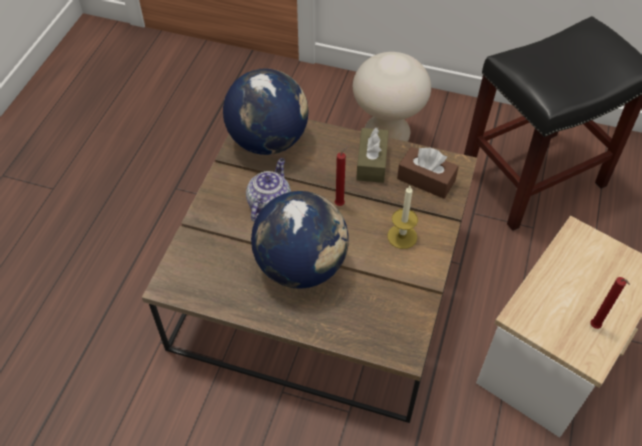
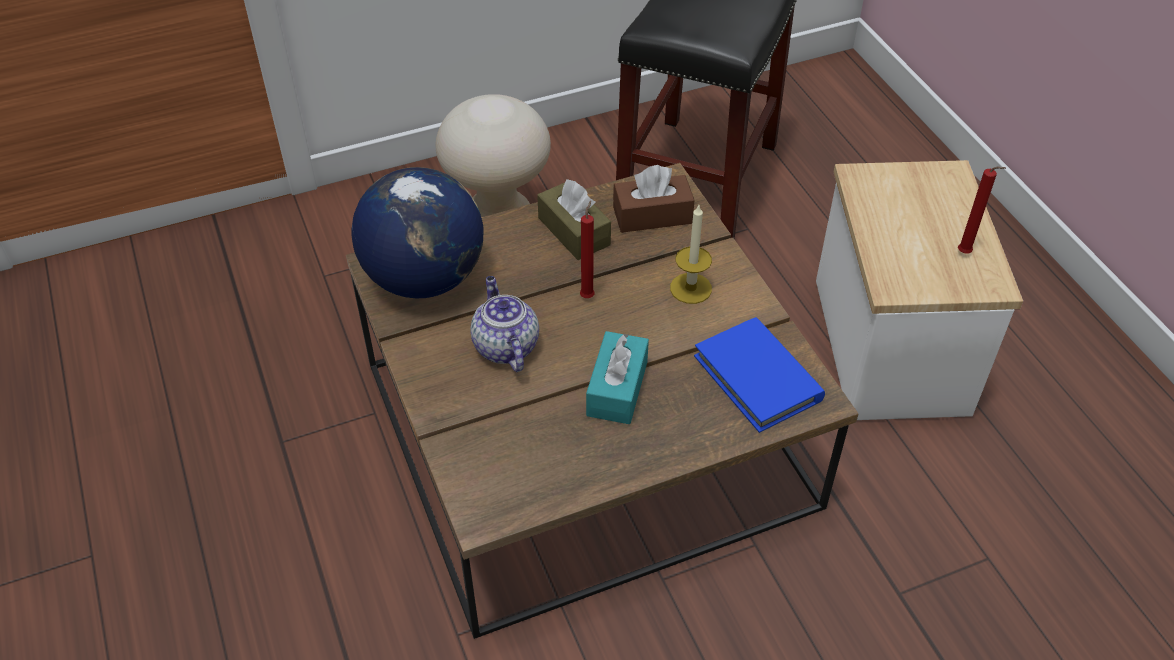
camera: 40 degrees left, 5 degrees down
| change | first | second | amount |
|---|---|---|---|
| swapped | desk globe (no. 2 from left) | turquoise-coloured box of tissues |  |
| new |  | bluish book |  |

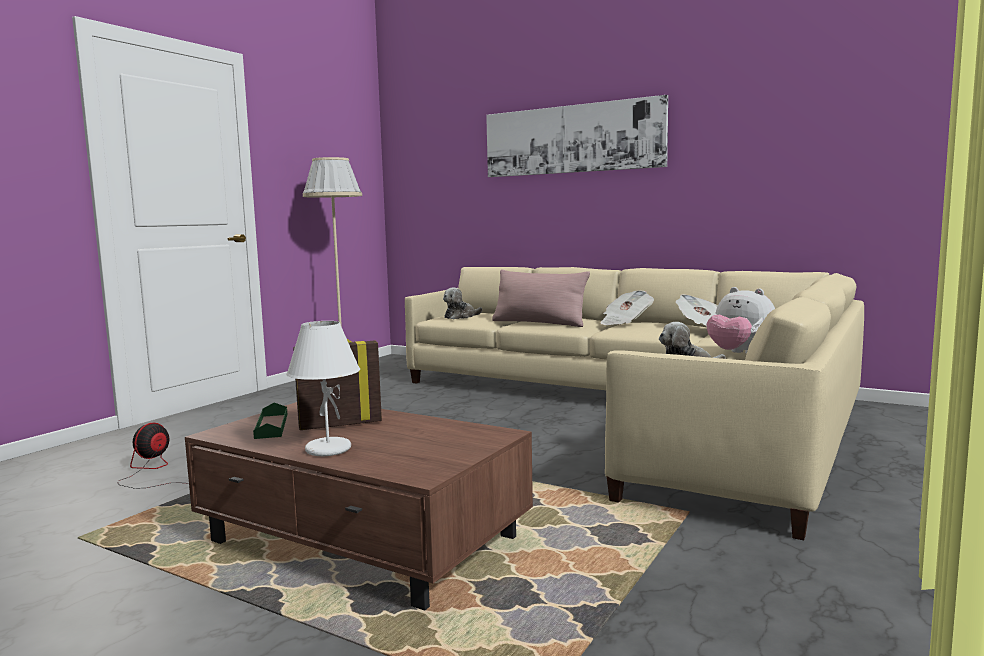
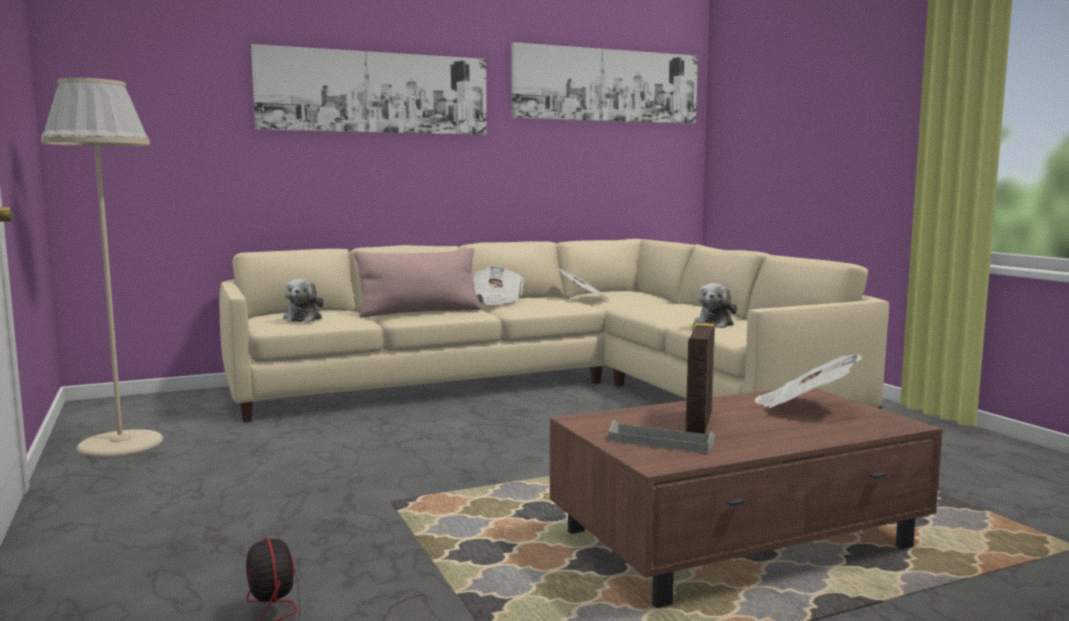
camera: 55 degrees left, 0 degrees up
| change | first | second | amount |
|---|---|---|---|
| new |  | wall art (no. 2 from left) |  |
| repainted | greenish carrying tray | grey carrying tray |  |
| new |  | daily paper (no. 3 from left) |  |
| gone | white lamp for a table |  |  |
| gone | plush toy (no. 3 from left) |  |  |

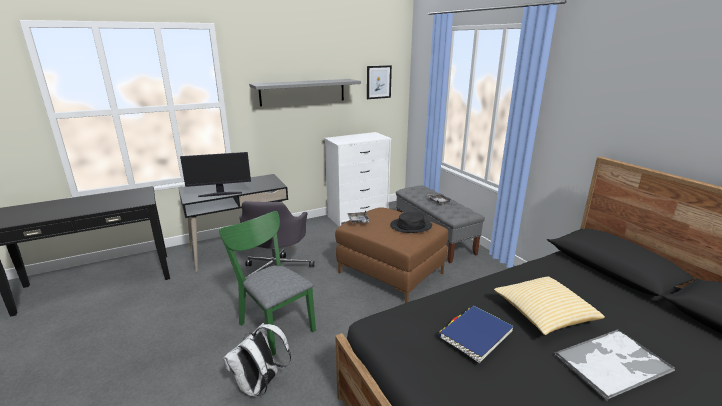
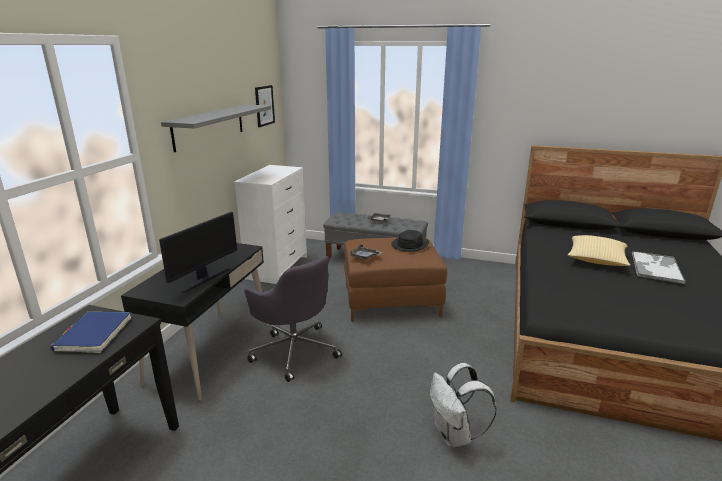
camera: 45 degrees left, 0 degrees up
| change | first | second | amount |
|---|---|---|---|
| shifted | bluish book |  |  |
| gone | greenish upright chair |  |  |

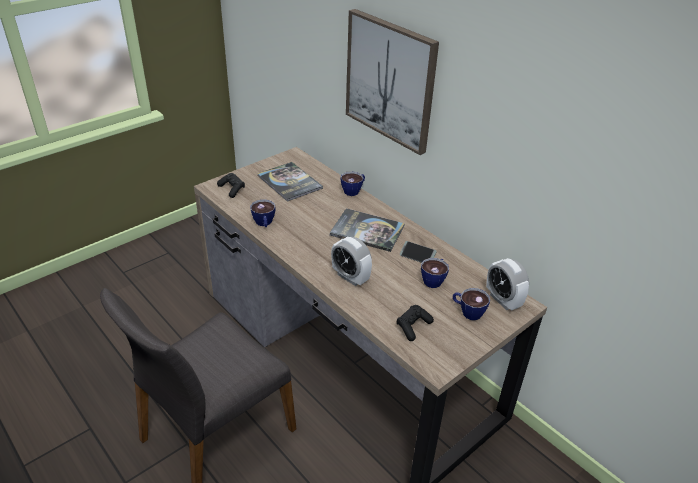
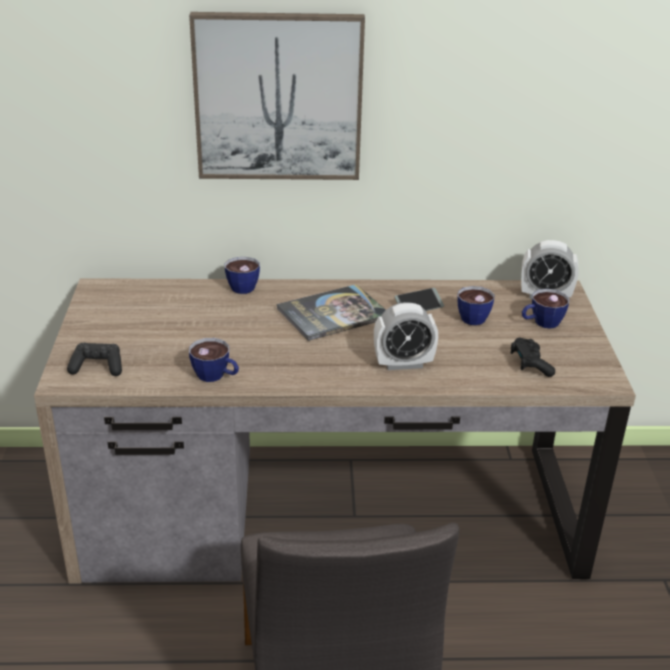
camera: 50 degrees left, 5 degrees down
| change | first | second | amount |
|---|---|---|---|
| gone | book (no. 1 from left) |  |  |

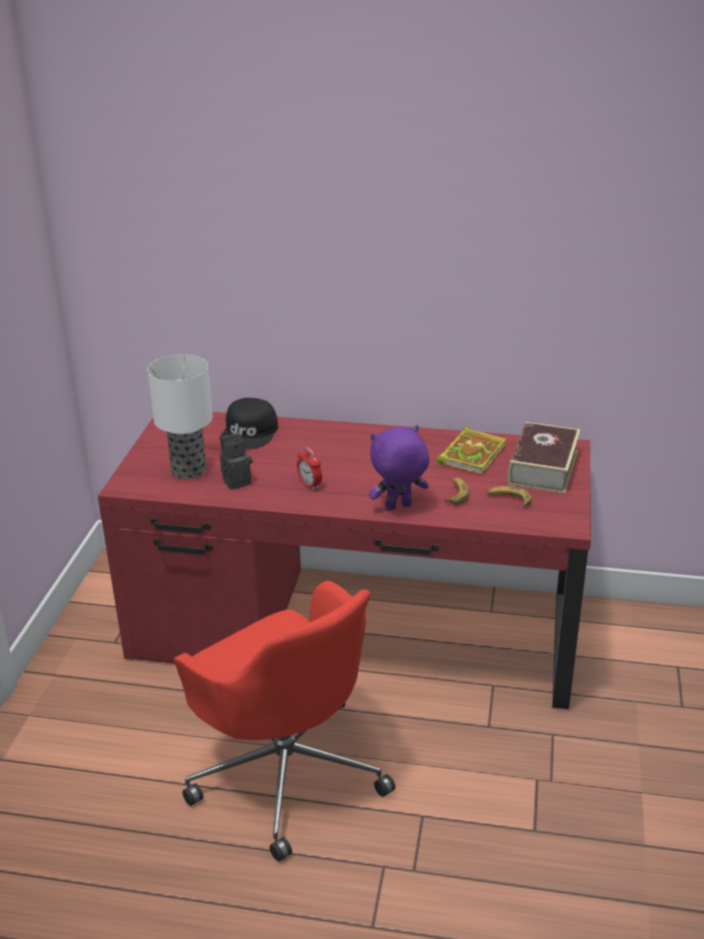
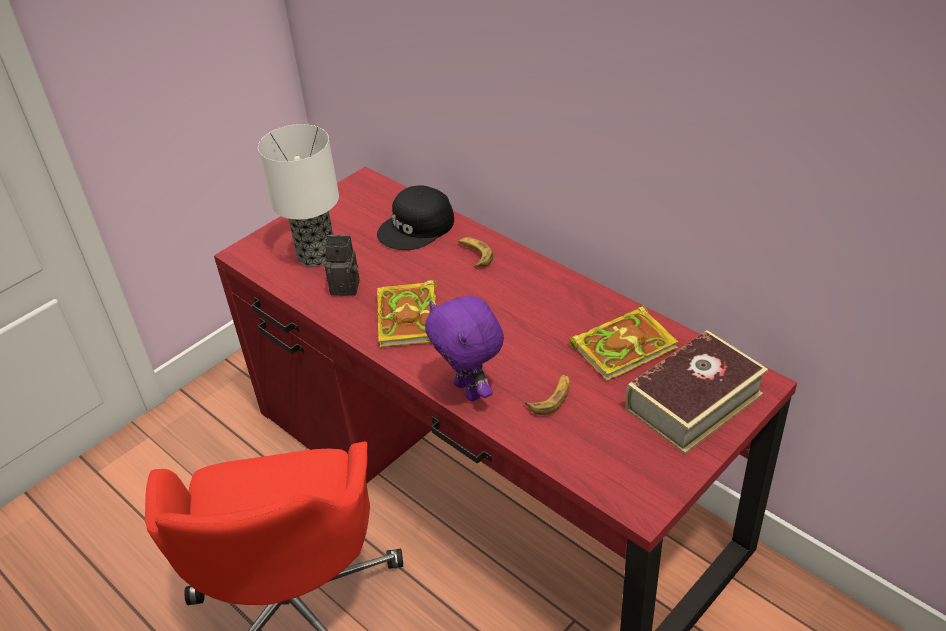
camera: 35 degrees right, 10 degrees up
| change | first | second | amount |
|---|---|---|---|
| swapped | alarm clock | book (no. 1 from left) |  |
| rotated | purple plush toy |  | 135 degrees counterclockwise |
| shifted | whole banana (no. 2 from left in the first image) | whole banana (no. 1 from left) |  |

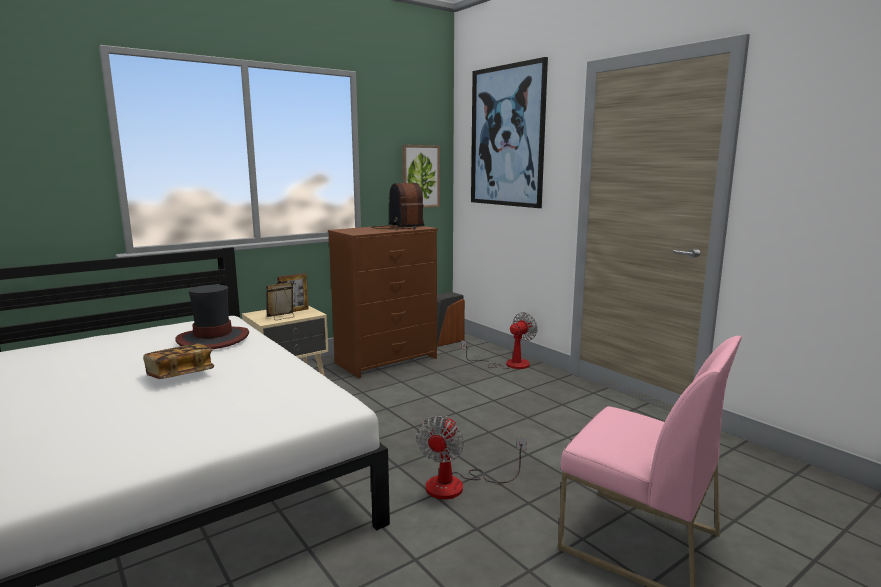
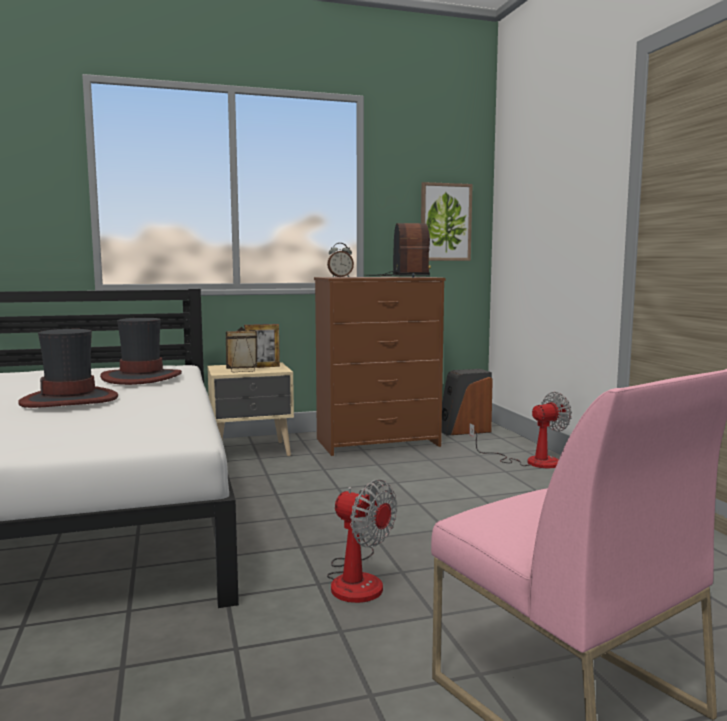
camera: 20 degrees right, 5 degrees down
| change | first | second | amount |
|---|---|---|---|
| swapped | book | hat (no. 1 from left) |  |
| new |  | alarm clock |  |
| rotated | cooling fan (no. 1 from left) |  | 90 degrees counterclockwise |
| gone | wall art (no. 2 from left) |  |  |

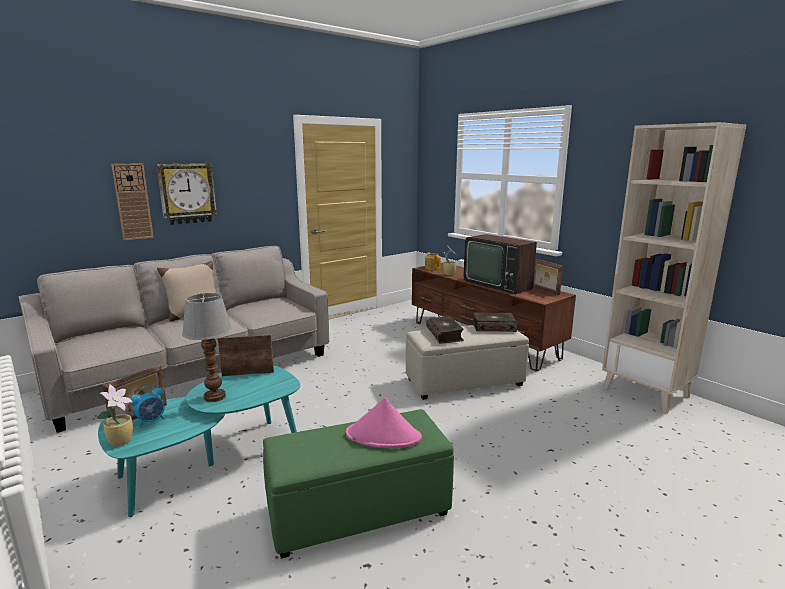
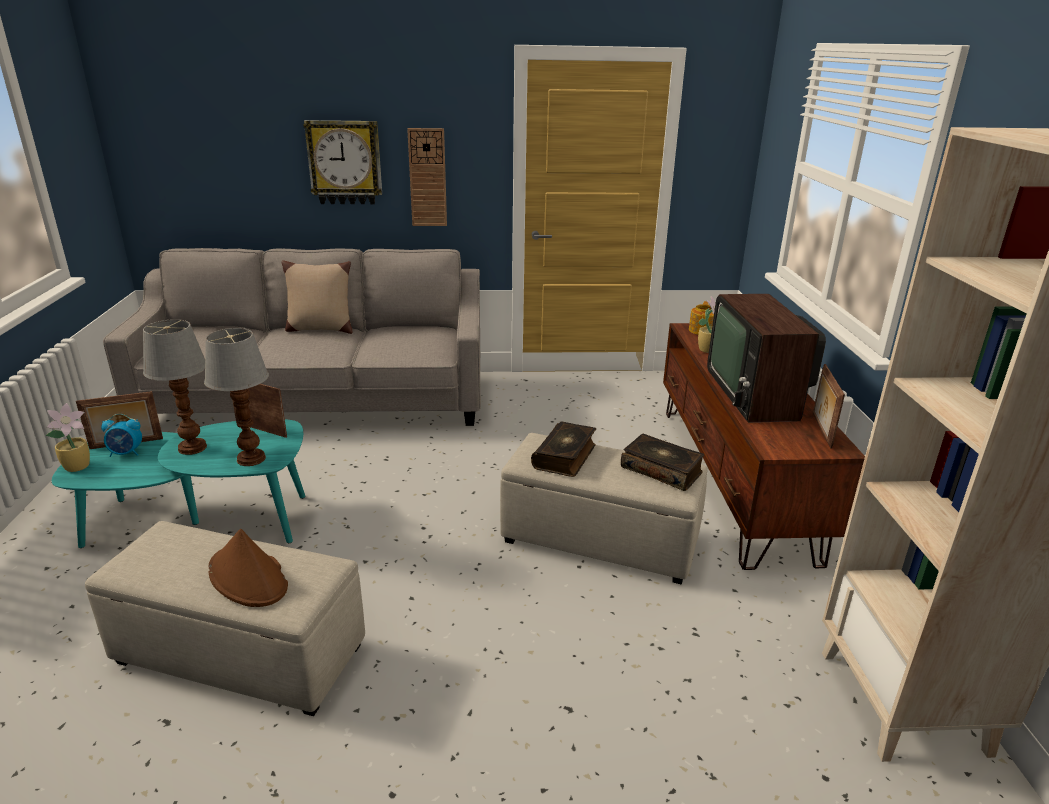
camera: 35 degrees right, 10 degrees up
| change | first | second | amount |
|---|---|---|---|
| repainted | greenish footrest | sand-coloured footrest (no. 1 from left) |  |
| new |  | lamp for a table (no. 2 from left) |  |
| repainted | pinkish hat | brownish hat |  |
| shifted | wall clock (no. 1 from left in the first image) | wall clock (no. 2 from left) |  |

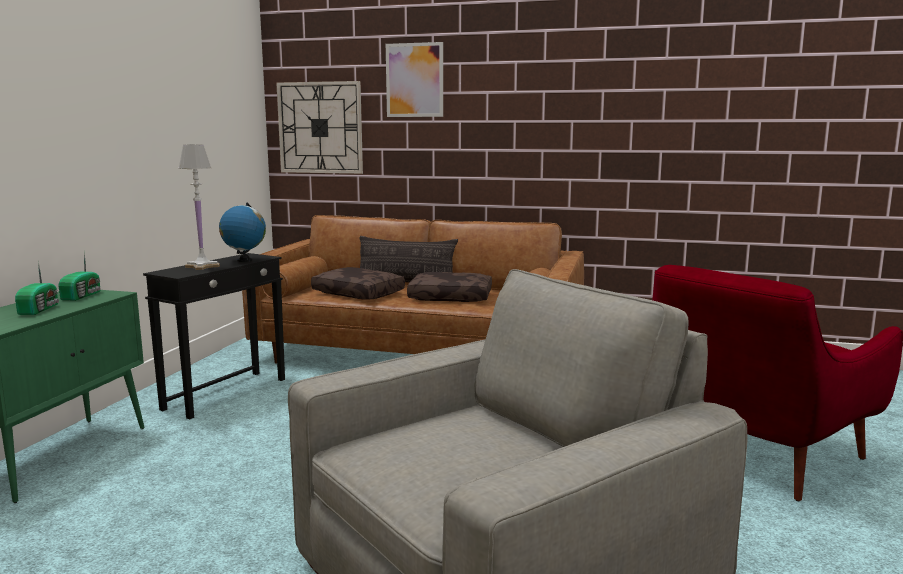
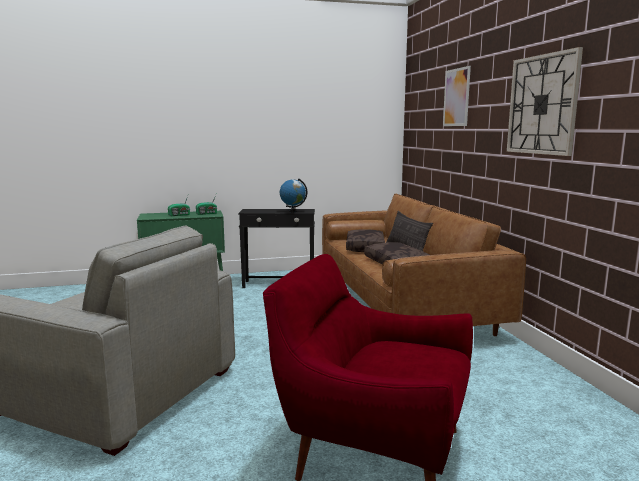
camera: 60 degrees right, 0 degrees up
| change | first | second | amount |
|---|---|---|---|
| shifted | wall clock |  |  |
| gone | white lamp for a table |  |  |

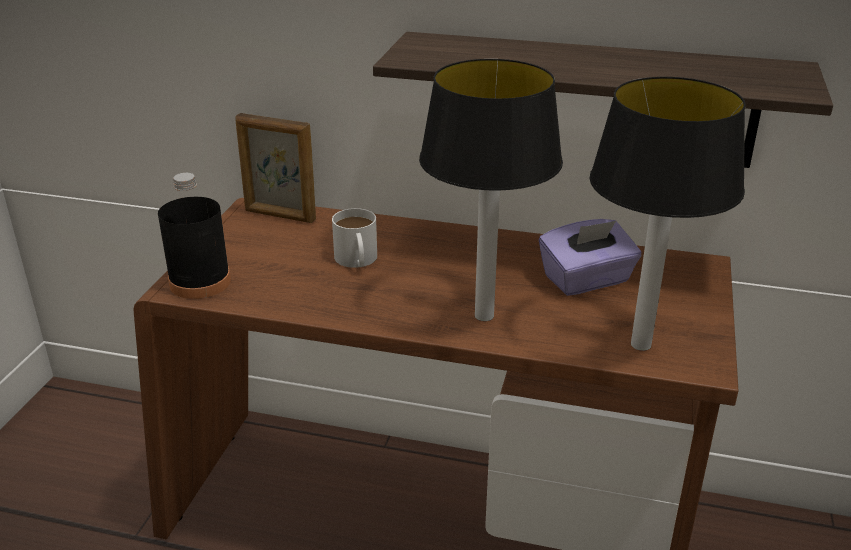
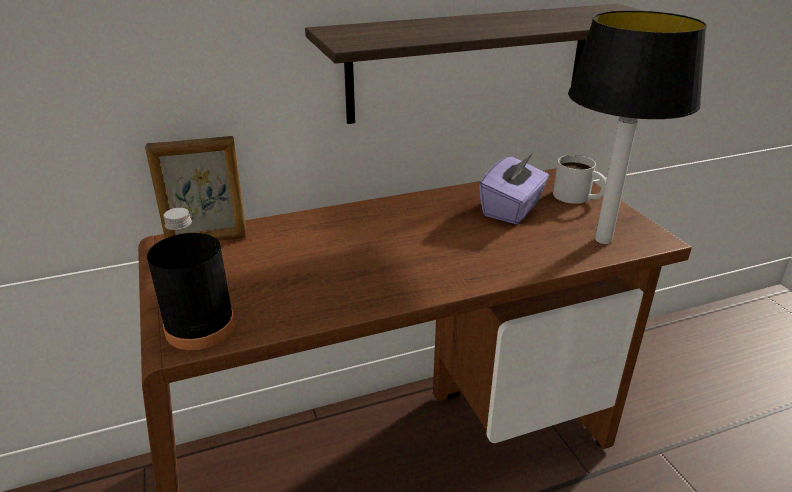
camera: 35 degrees left, 0 degrees up
| change | first | second | amount |
|---|---|---|---|
| shifted | white mug |  |  |
| gone | lamp for a table (no. 1 from left) |  |  |

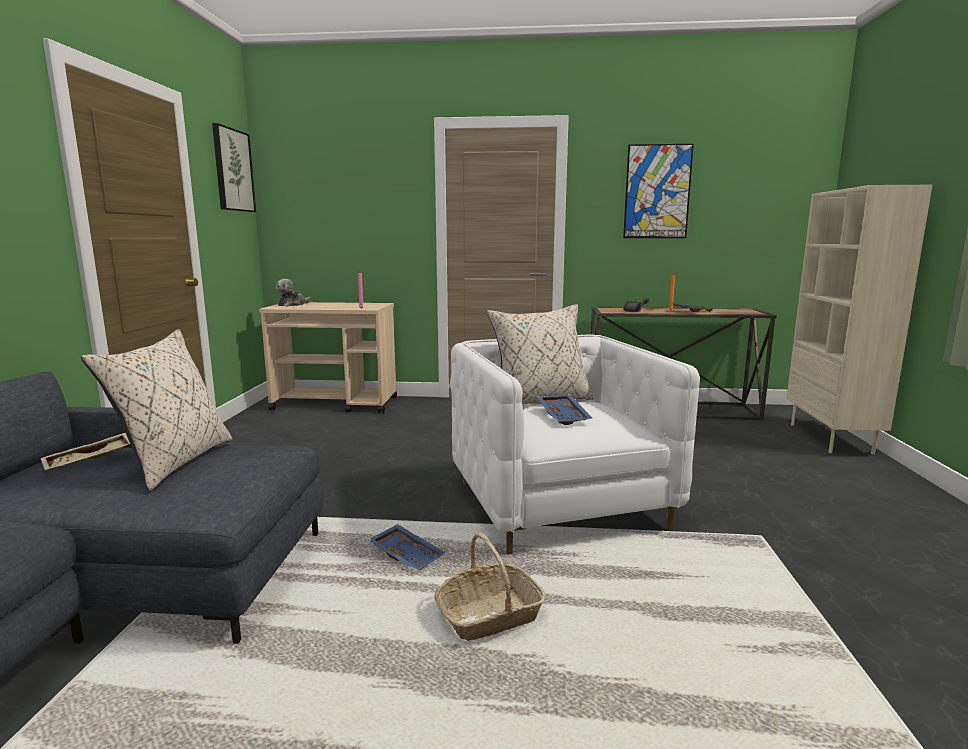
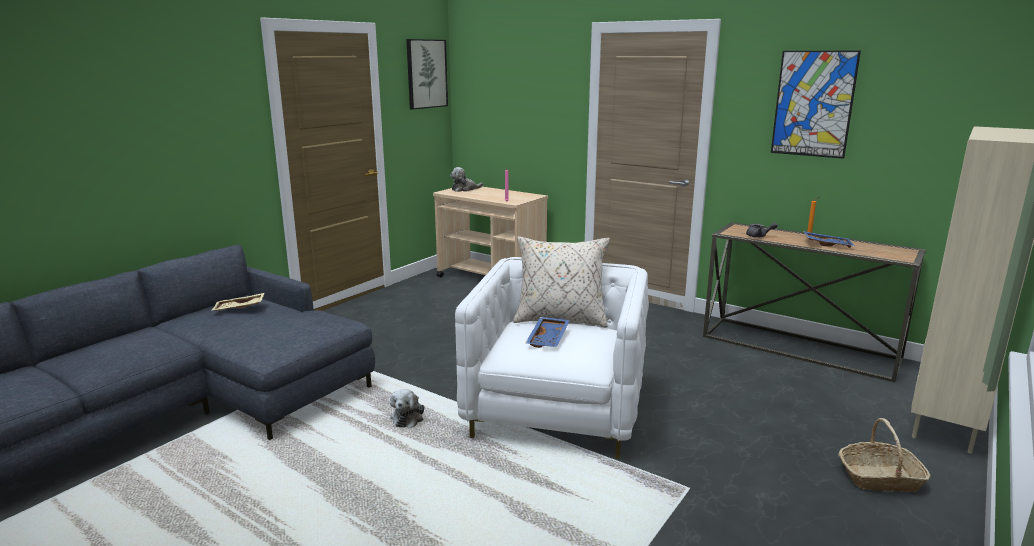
camera: 30 degrees right, 5 degrees up
| change | first | second | amount |
|---|---|---|---|
| swapped | bluish carrying tray (no. 1 from left) | plush toy (no. 1 from left) |  |
| shifted | basket |  |  |
| gone | sand-coloured pillow (no. 1 from left) |  |  |

